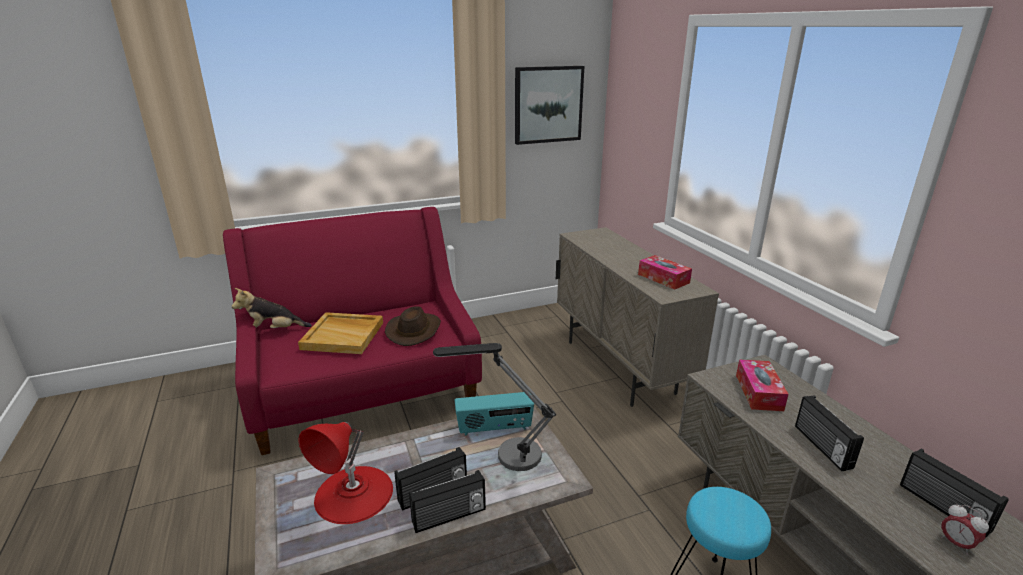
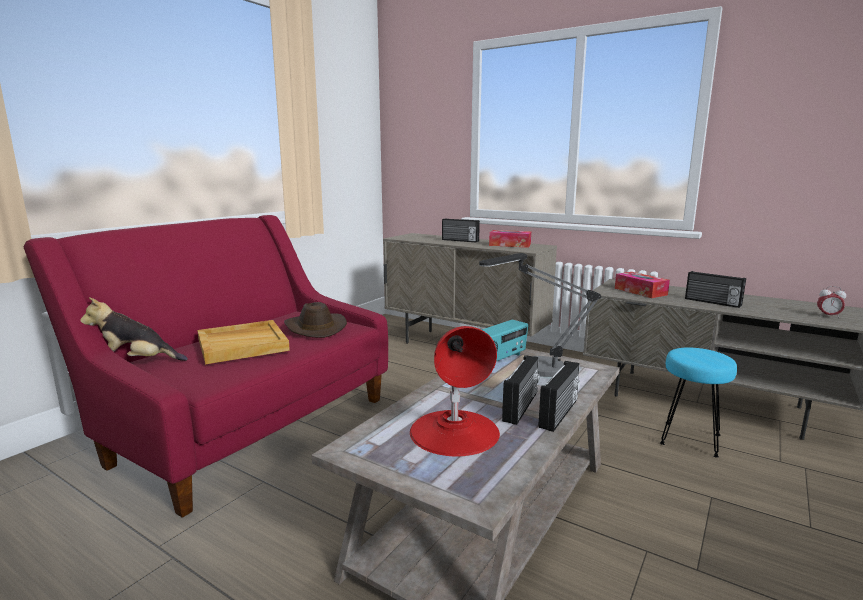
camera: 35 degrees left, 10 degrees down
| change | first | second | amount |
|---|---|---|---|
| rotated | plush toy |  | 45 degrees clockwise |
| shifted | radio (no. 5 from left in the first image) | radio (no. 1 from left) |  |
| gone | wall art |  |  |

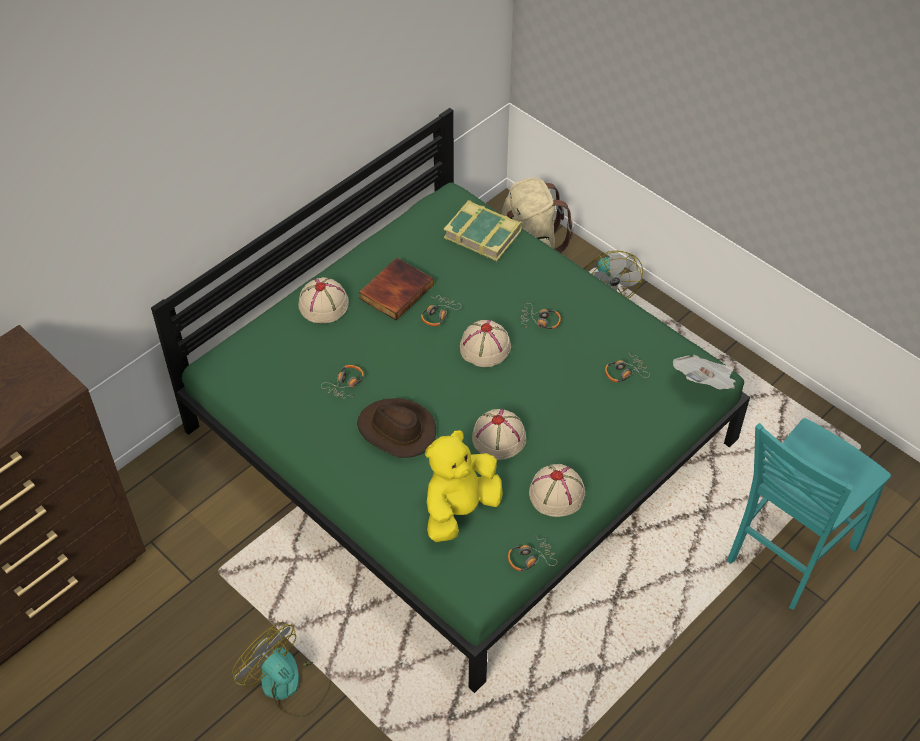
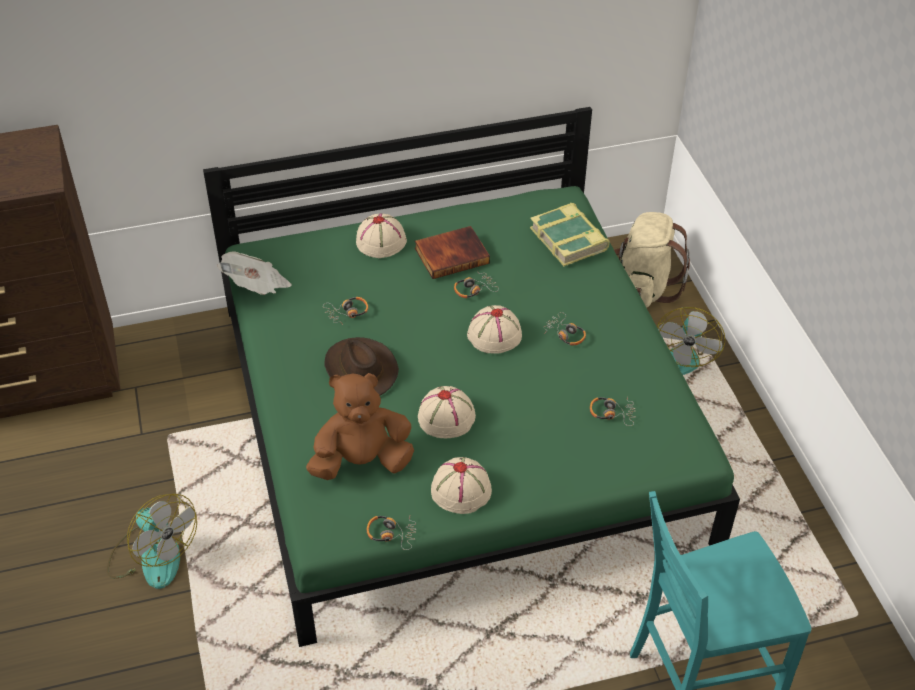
camera: 30 degrees right, 5 degrees down
| change | first | second | amount |
|---|---|---|---|
| rotated | cooling fan (no. 1 from left) |  | 150 degrees clockwise |
| shifted | daily paper |  |  |
| repainted | yellowish plush toy | brownish plush toy |  |

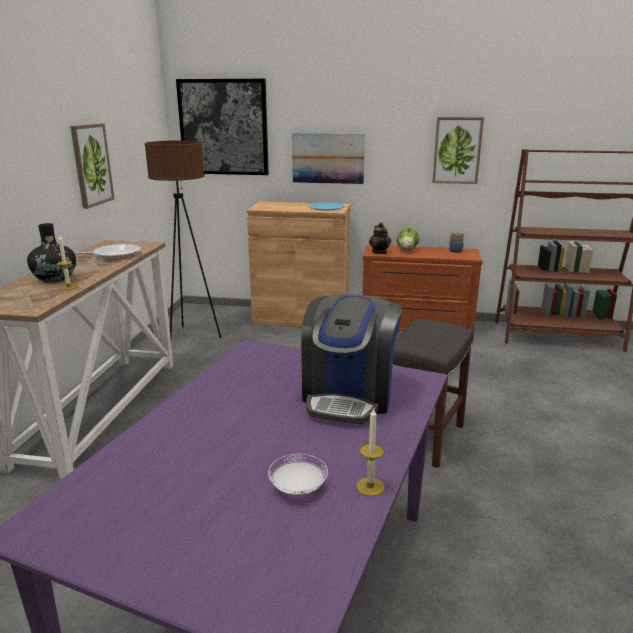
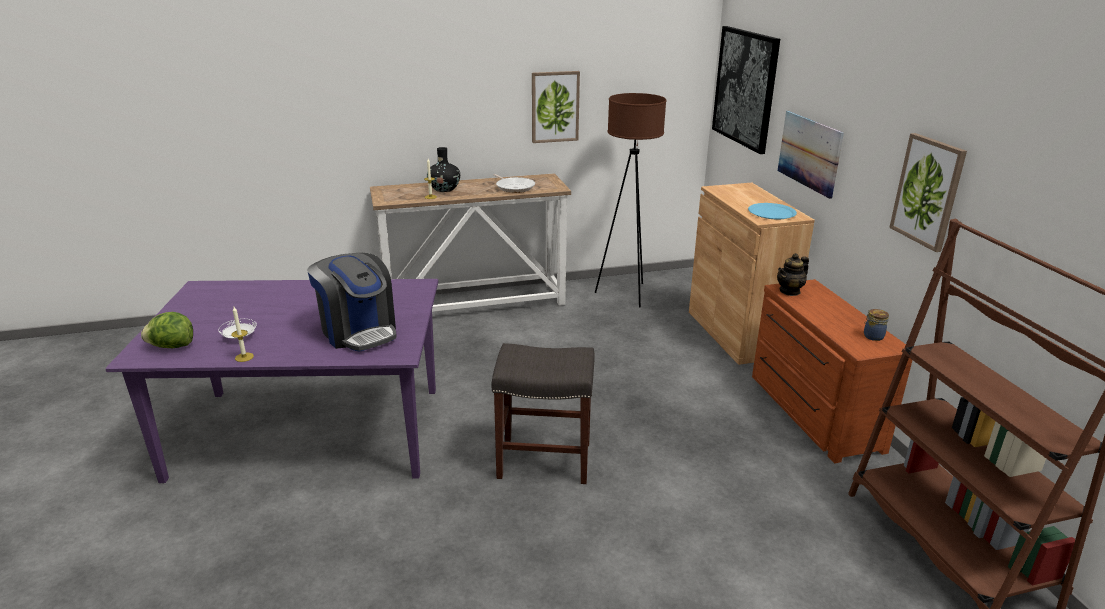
camera: 65 degrees right, 5 degrees up
| change | first | second | amount |
|---|---|---|---|
| shifted | head of lettuce |  |  |
| rotated | coffee brewer |  | 120 degrees counterclockwise |

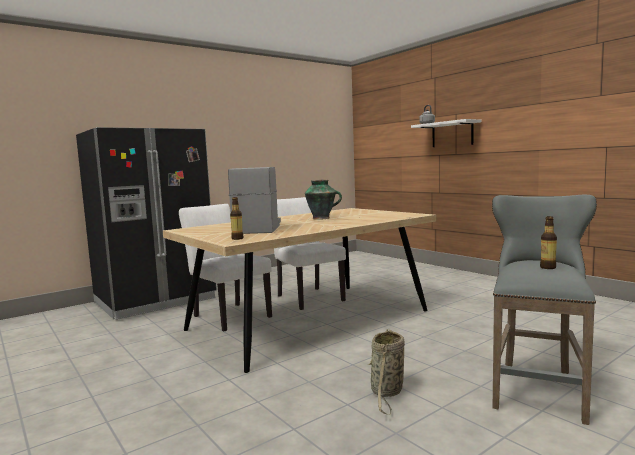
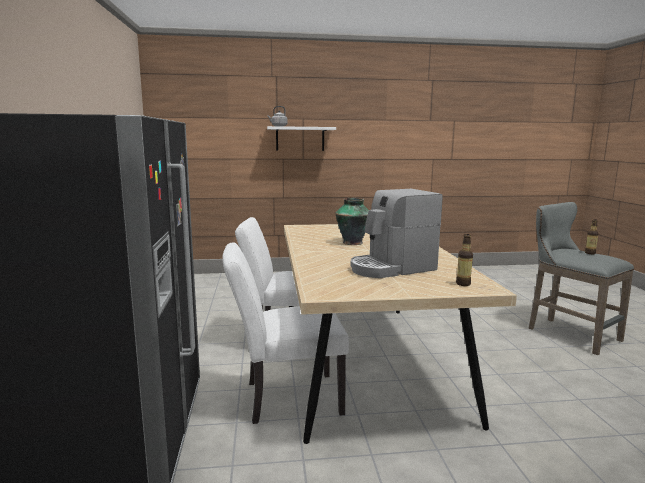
camera: 60 degrees left, 5 degrees up
| change | first | second | amount |
|---|---|---|---|
| rotated | coffee brewer |  | 60 degrees counterclockwise |
| gone | basket |  |  |

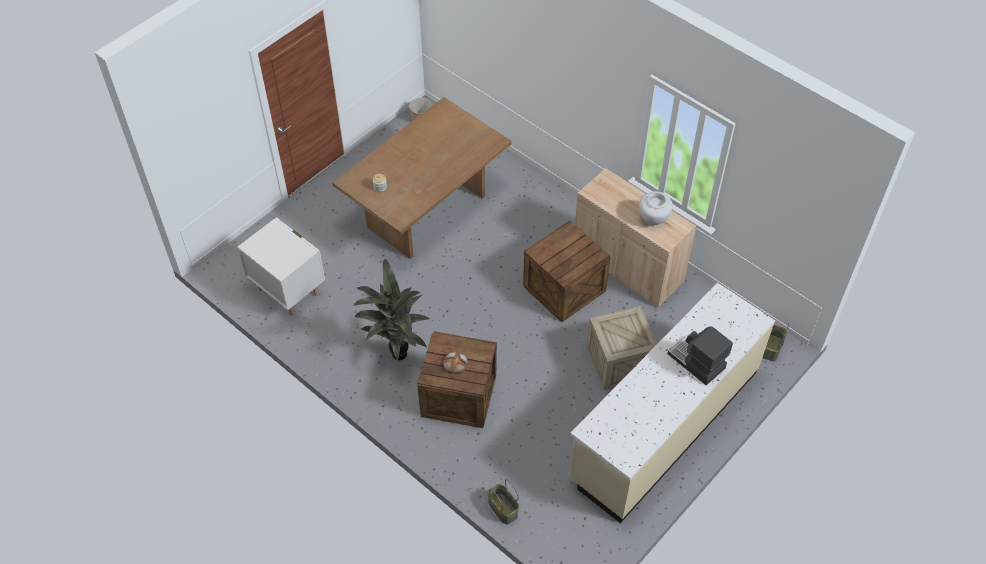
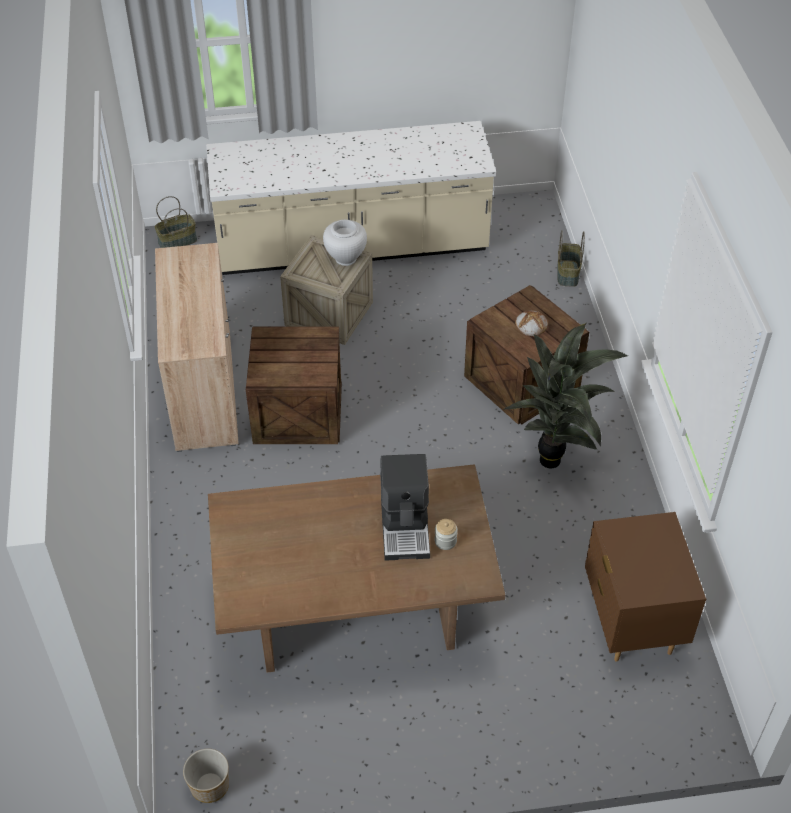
camera: 140 degrees left, 5 degrees down
| change | first | second | amount |
|---|---|---|---|
| shifted | white flower vase |  |  |
| shifted | coffee brewer |  |  |
| repainted | white bedside table | brownish bedside table |  |

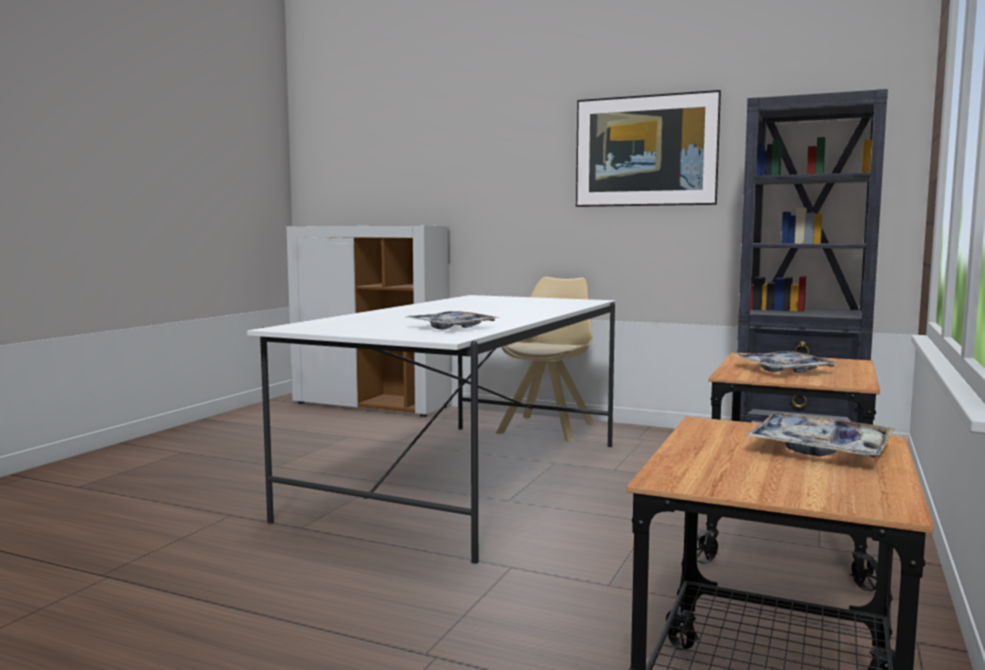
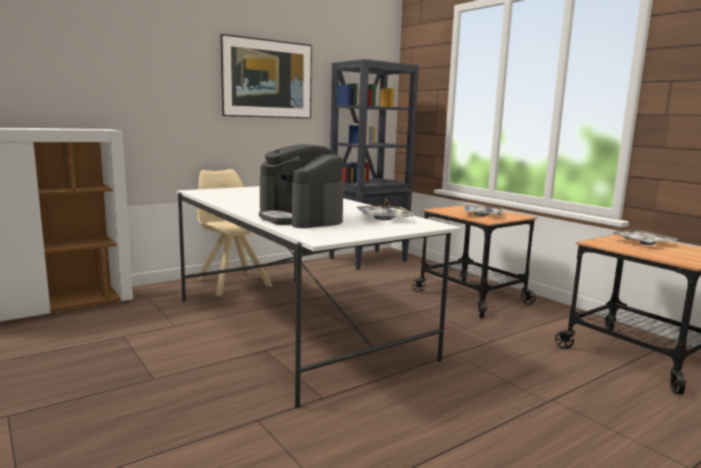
camera: 60 degrees left, 5 degrees up
| change | first | second | amount |
|---|---|---|---|
| new |  | coffee brewer |  |

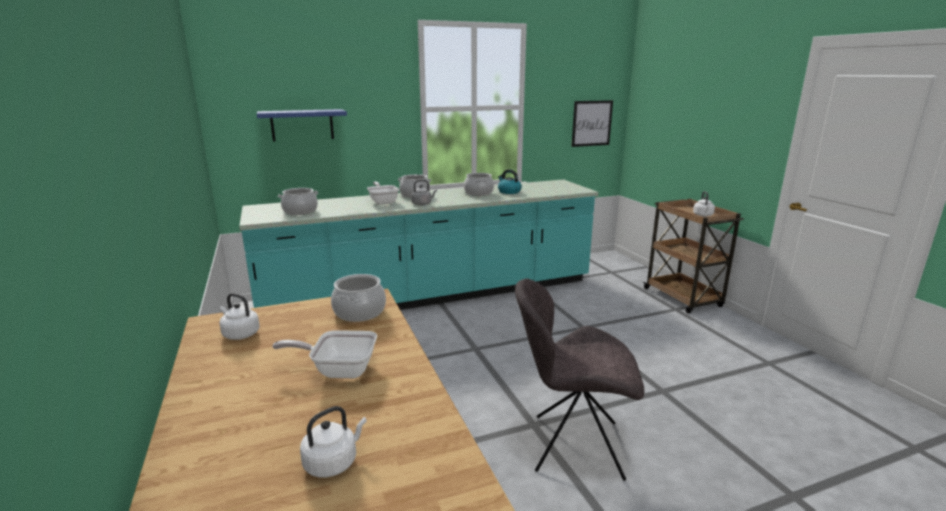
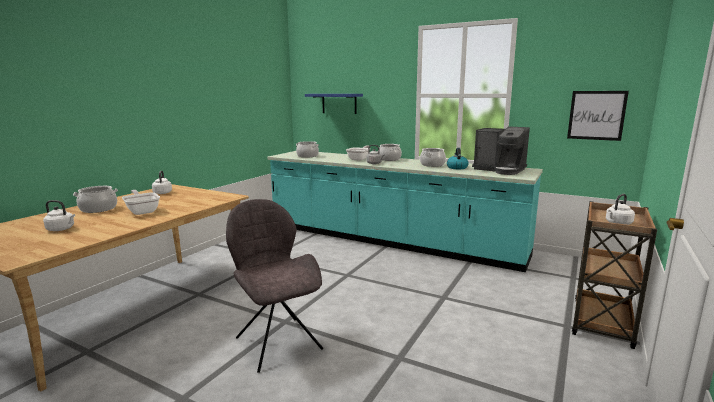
camera: 50 degrees right, 5 degrees down
| change | first | second | amount |
|---|---|---|---|
| shifted | stockpot (no. 2 from left in the first image) | stockpot (no. 1 from left) |  |
| new |  | coffee brewer |  |

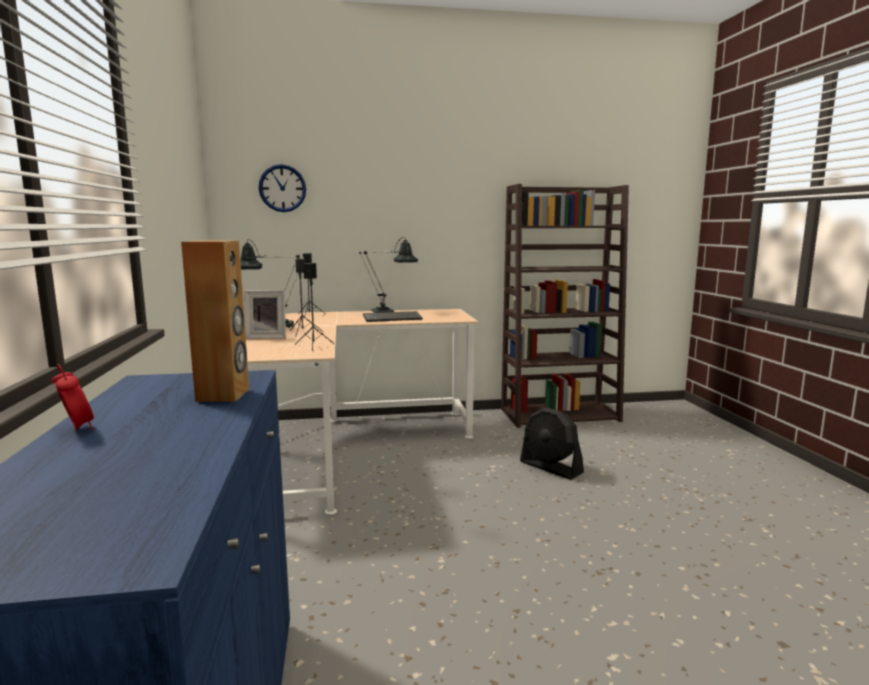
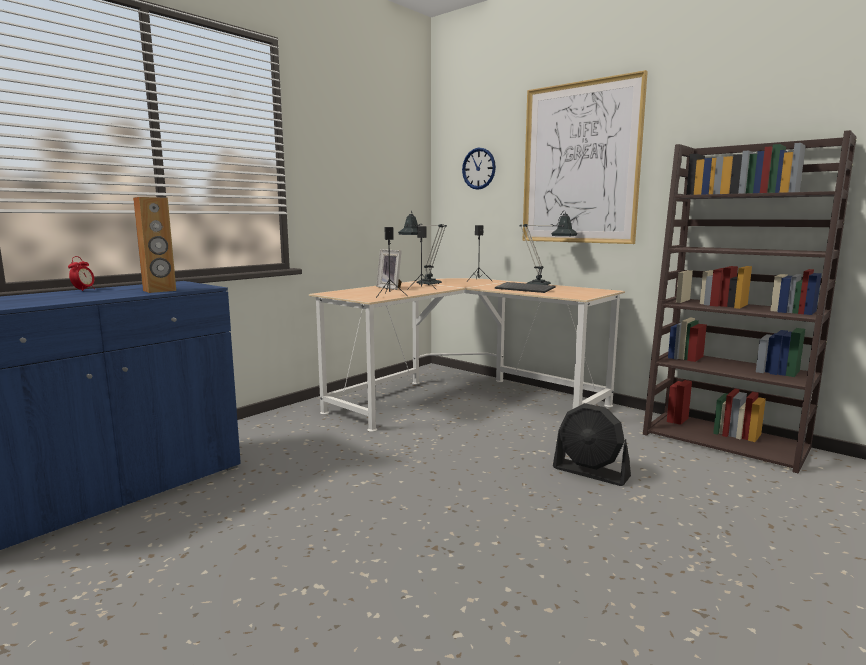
camera: 50 degrees right, 0 degrees up
| change | first | second | amount |
|---|---|---|---|
| new |  | wall art |  |
| rotated | black-coloured cooling fan |  | 60 degrees counterclockwise |

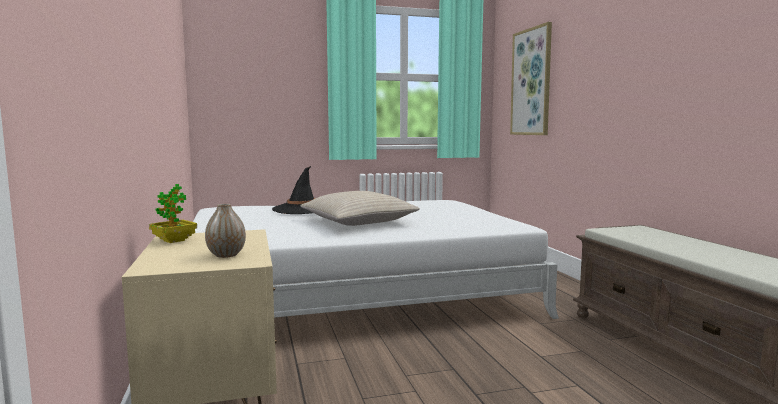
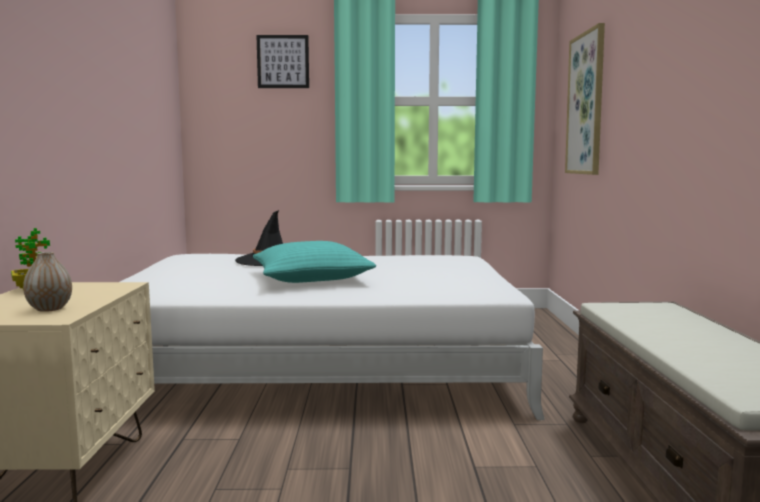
camera: 15 degrees right, 0 degrees up
| change | first | second | amount |
|---|---|---|---|
| repainted | sand-coloured pillow | turquoise-coloured pillow |  |
| new |  | wall art (no. 1 from left) |  |

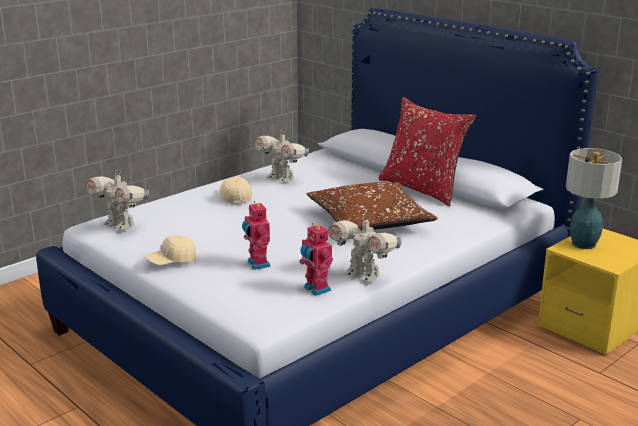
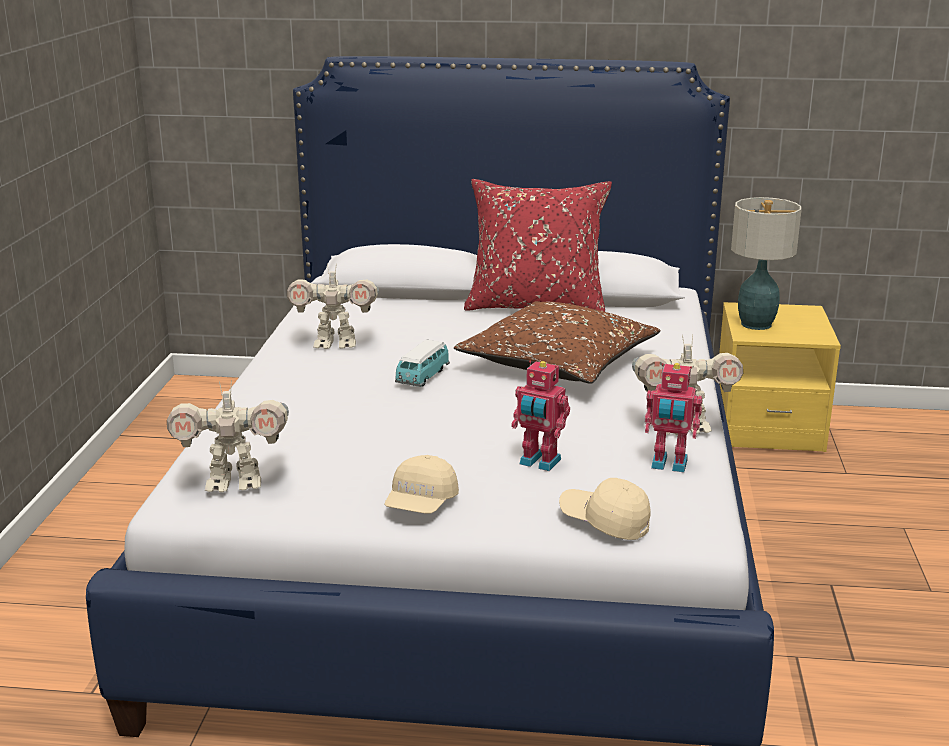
camera: 40 degrees left, 0 degrees up
| change | first | second | amount |
|---|---|---|---|
| new |  | model car |  |
| shifted | sand-coloured cap (no. 2 from left) |  |  |

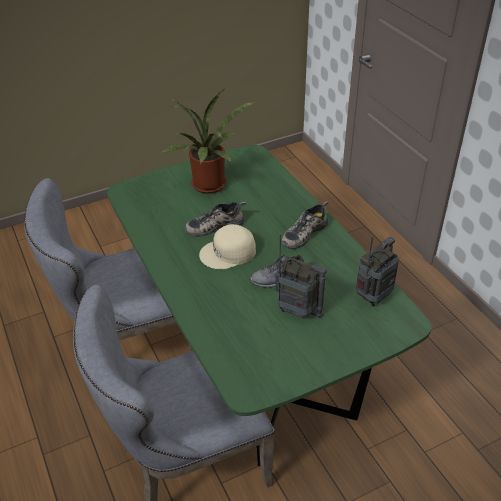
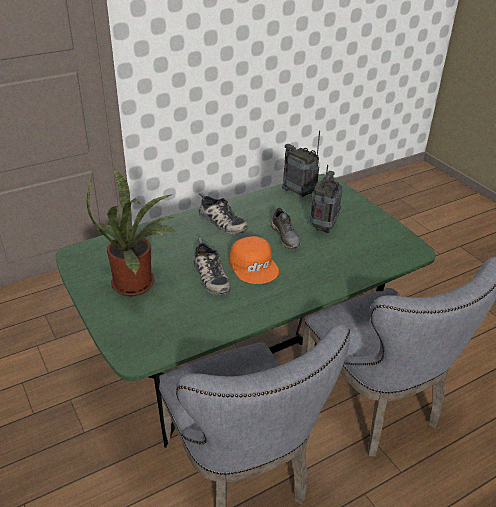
camera: 95 degrees left, 5 degrees down
| change | first | second | amount |
|---|---|---|---|
| repainted | sand-coloured cap | orange cap |  |

